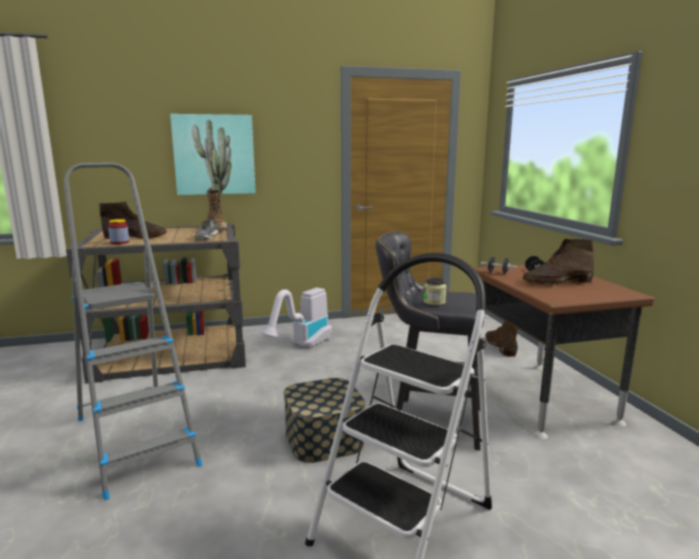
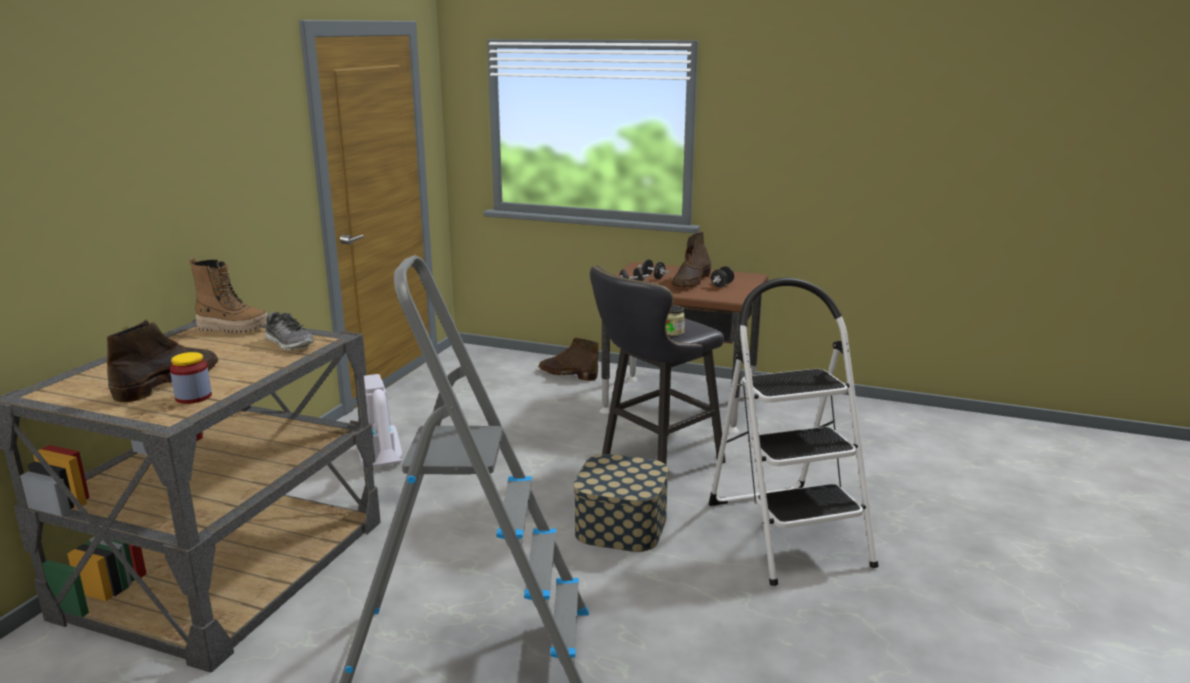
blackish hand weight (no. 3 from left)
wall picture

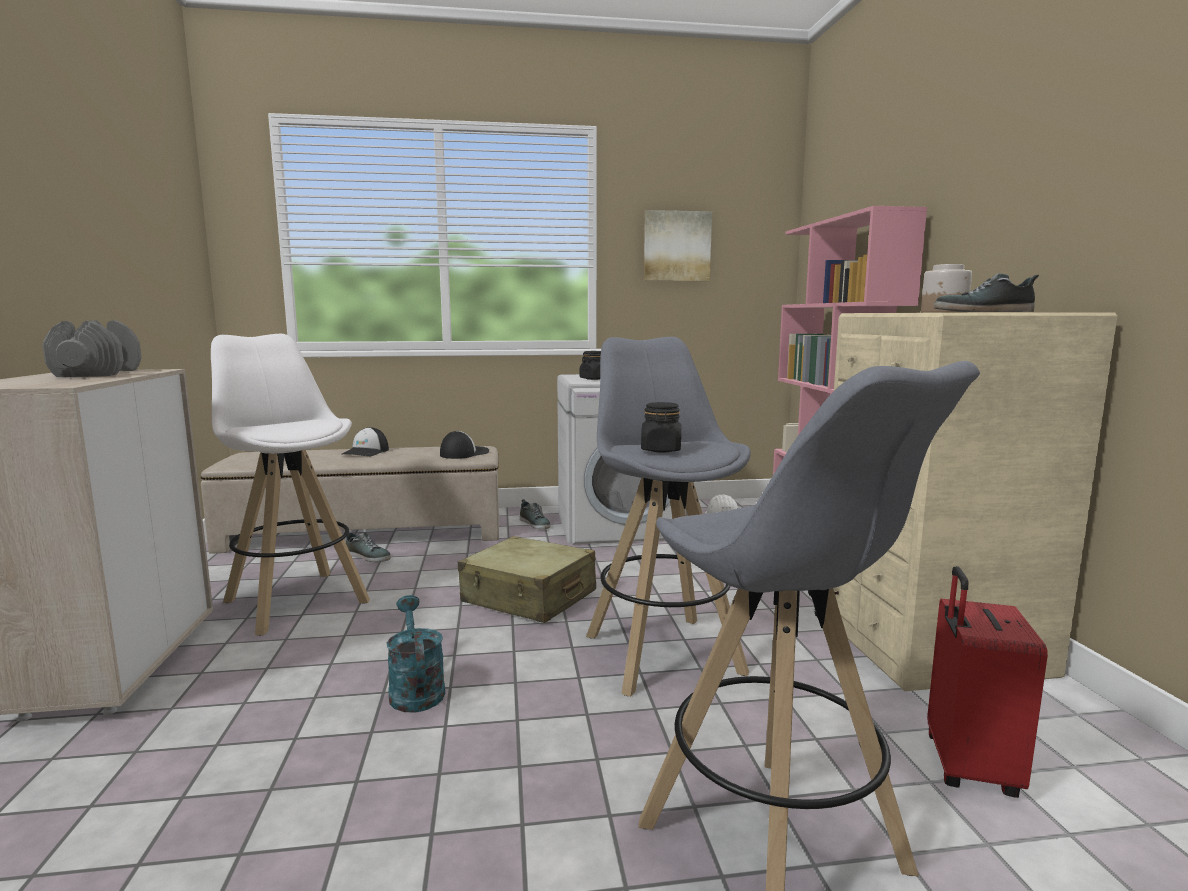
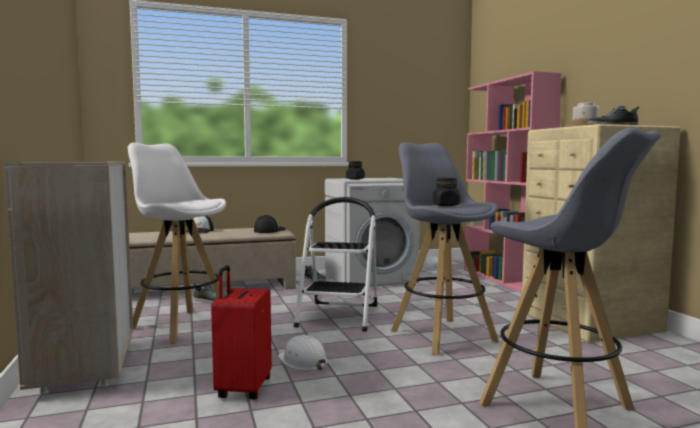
reddish piece of luggage
white hard hat (no. 1 from left)
step ladder
grey hand weight
wall picture

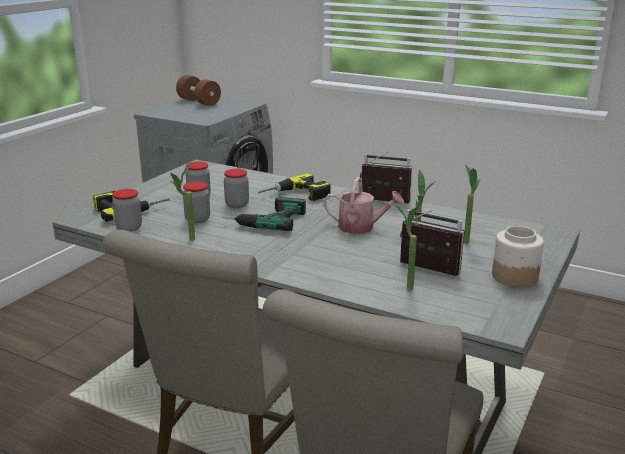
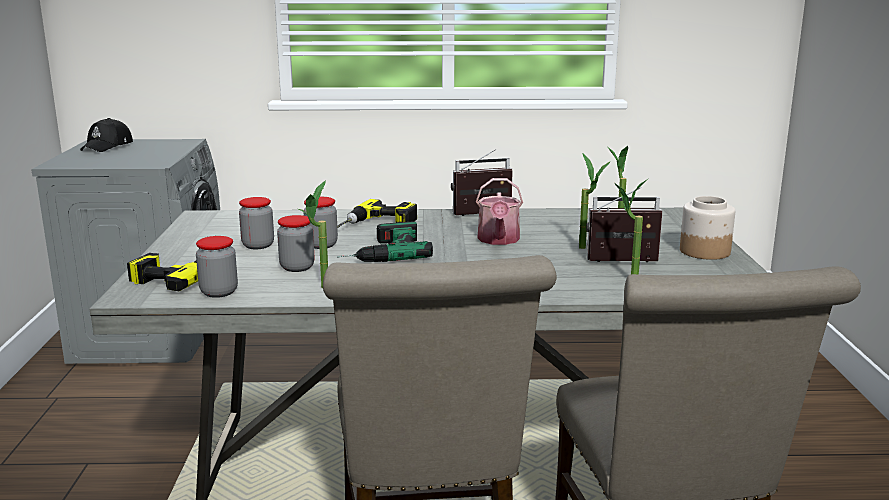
blackish baseball cap
watering can

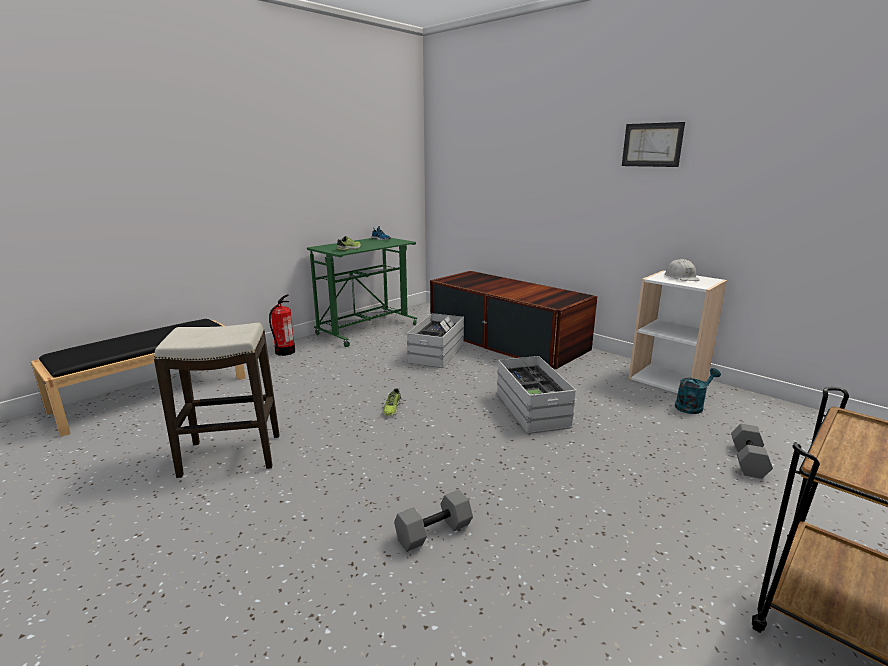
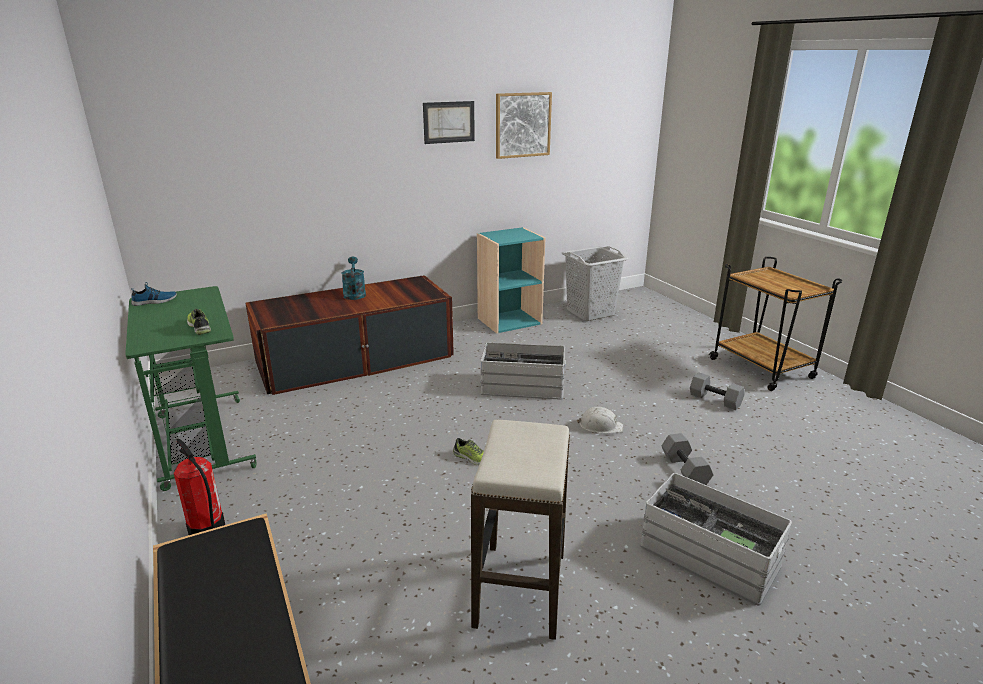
blue-green watering can
blue-green shelving unit
wall picture (no. 2 from left)
grey hamper
white hard hat
grey storage container (no. 2 from left)
grey hand weight (no. 2 from left)

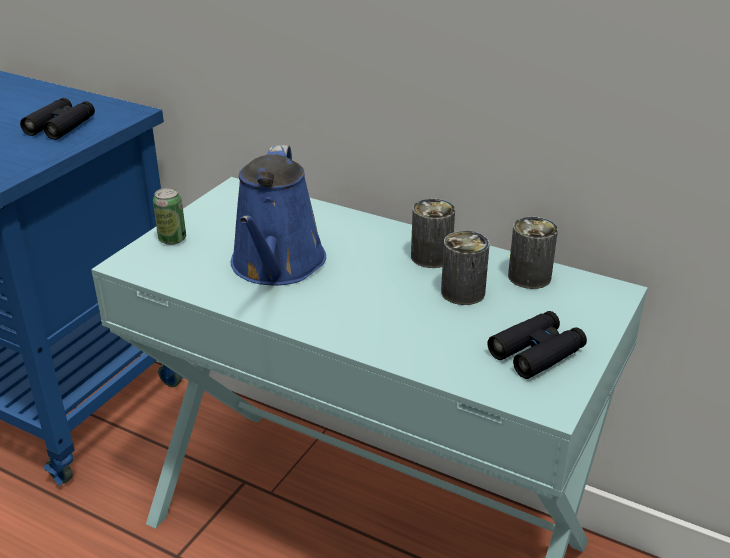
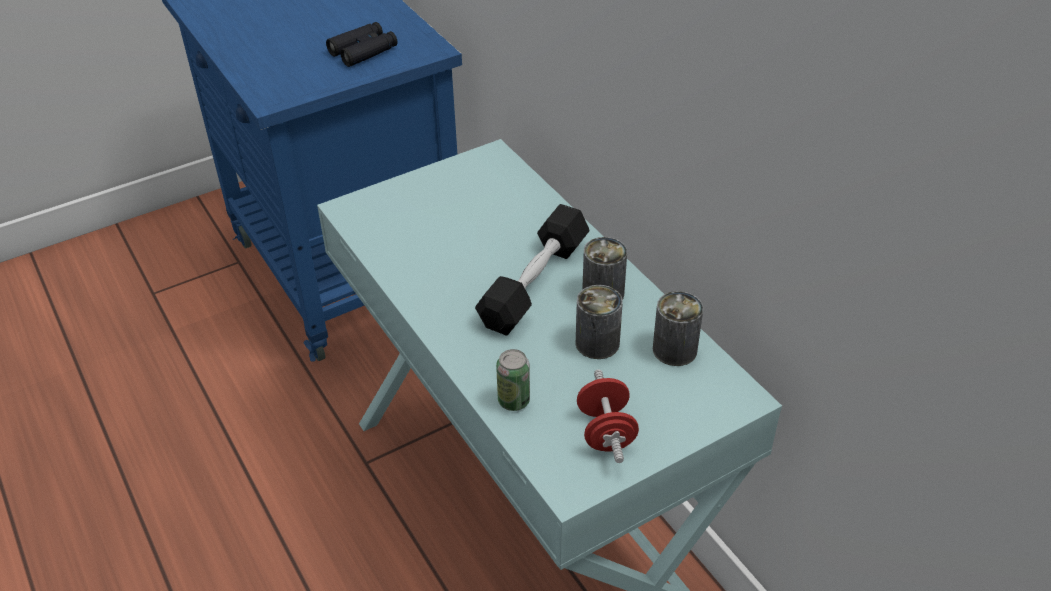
blackish hand weight
sealed can (no. 1 from left)
reddish hand weight
blue-coloured watering can

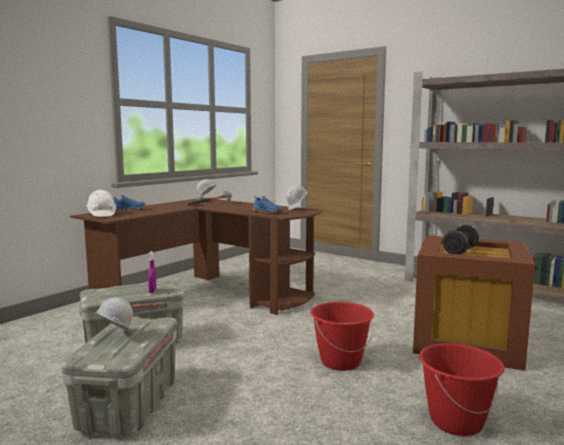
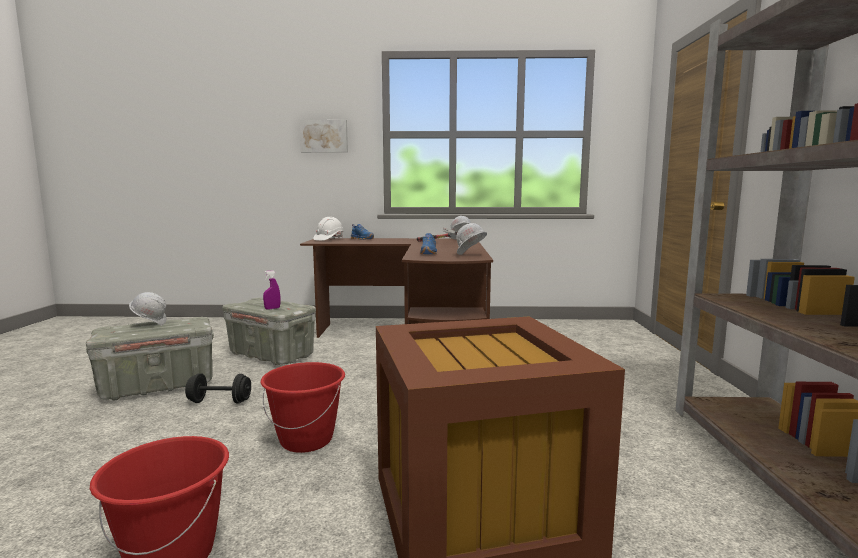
blackish hand weight
wall picture

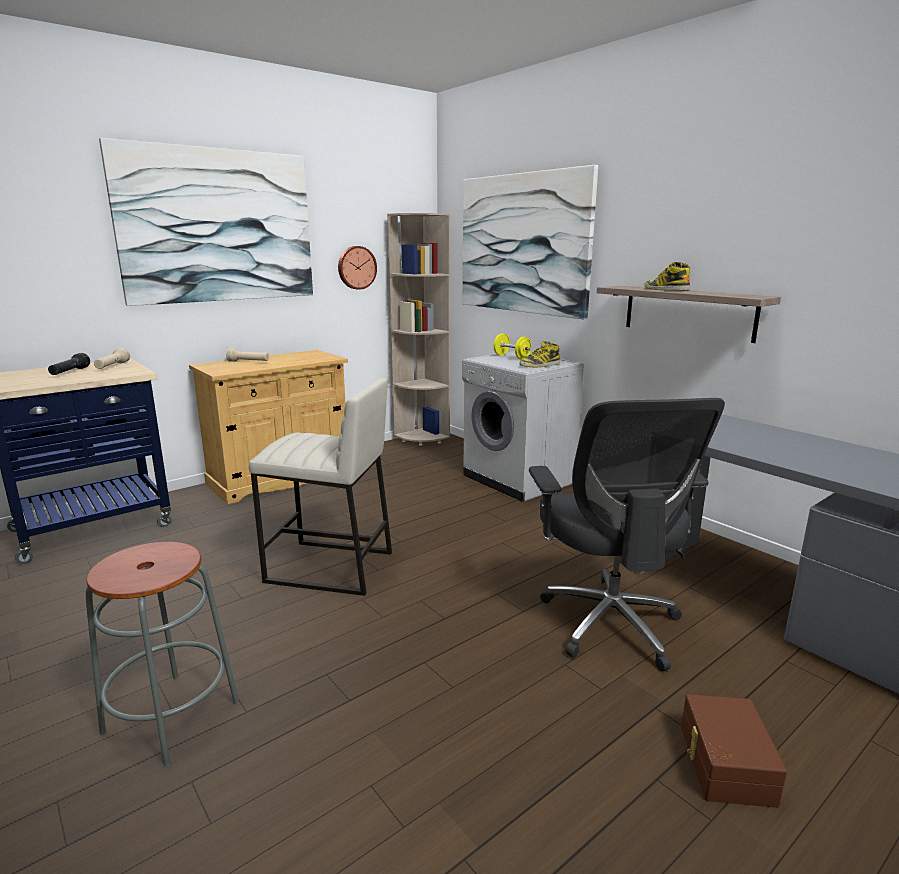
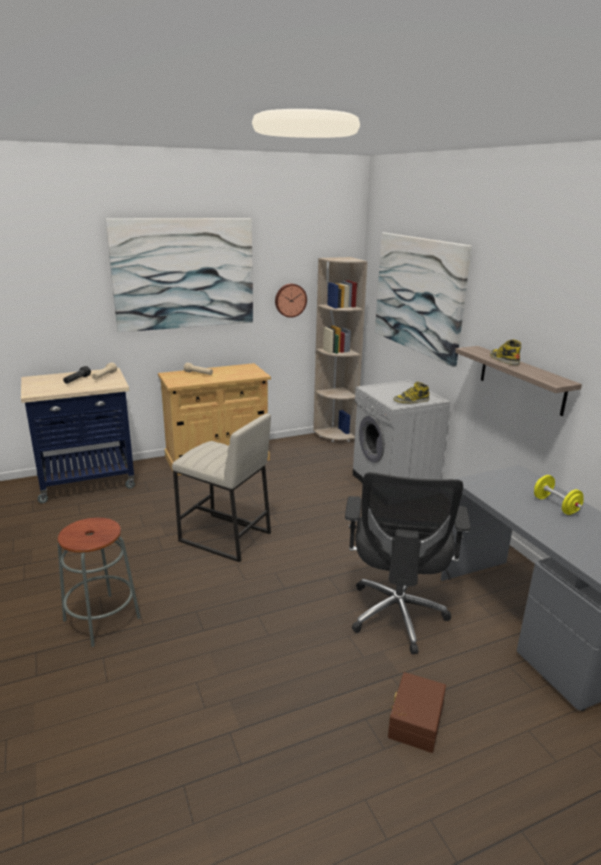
yellow hand weight

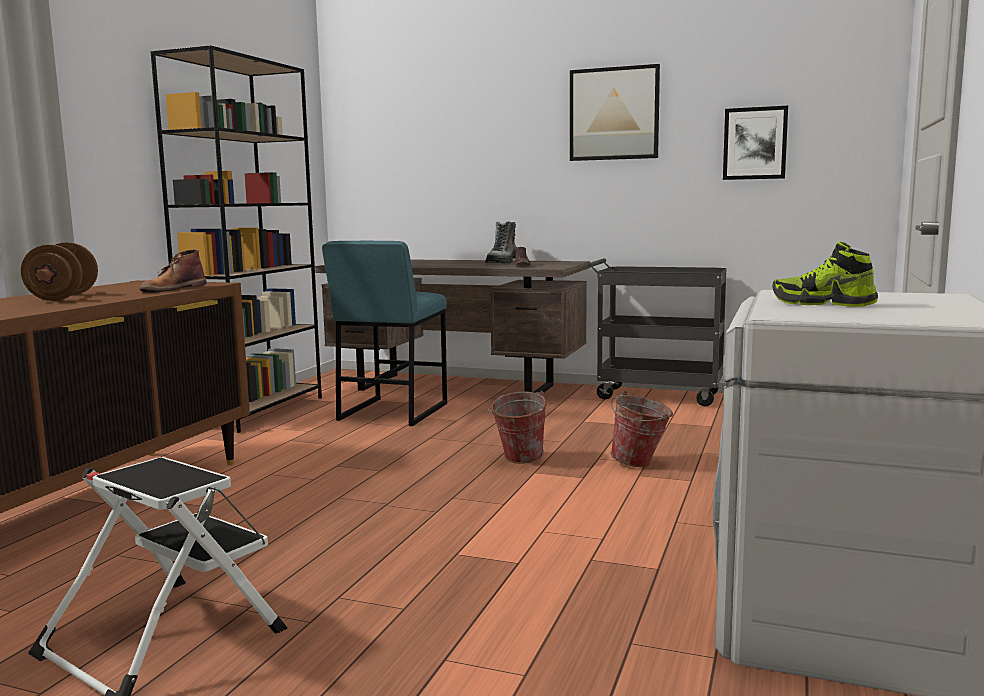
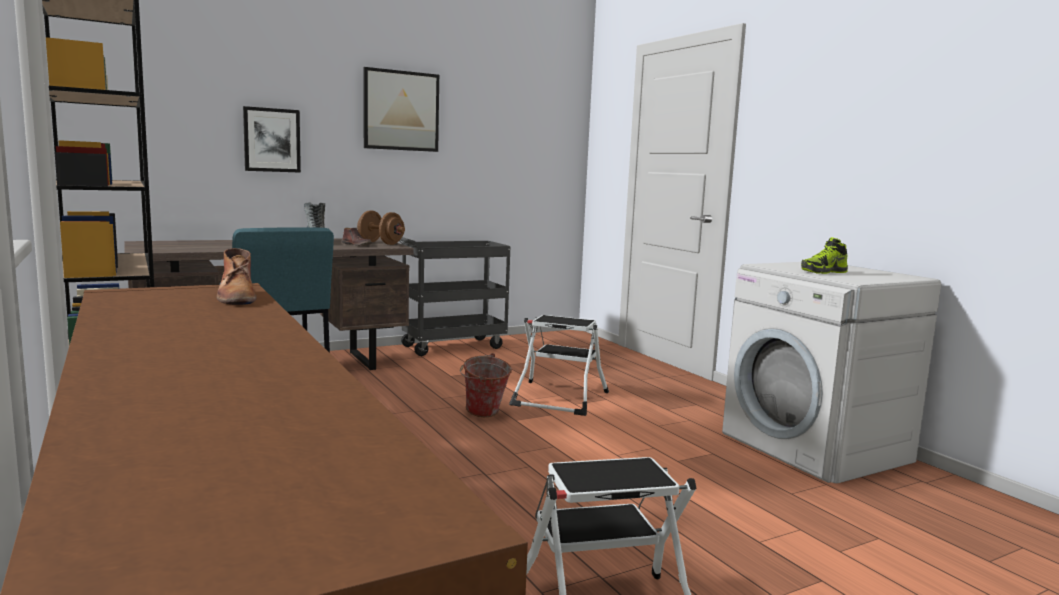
wall picture (no. 1 from left)
brown hand weight
step ladder (no. 1 from left)

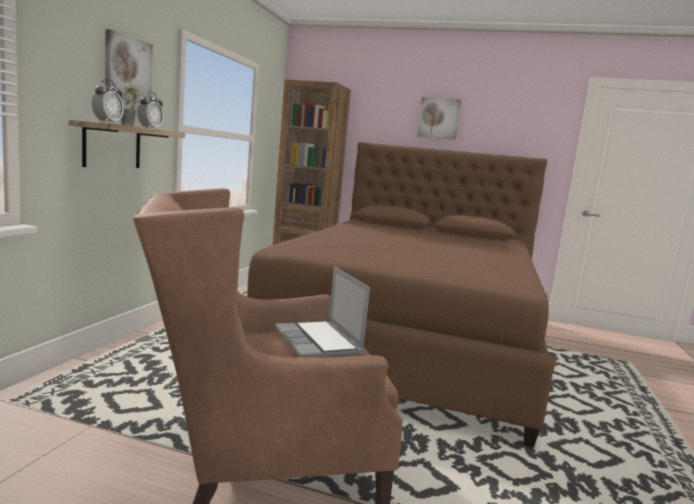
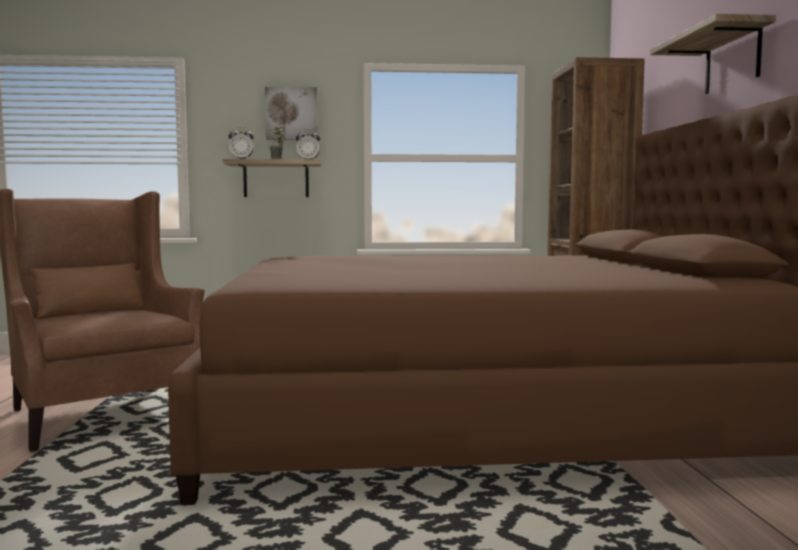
wall shelf (no. 2 from left)
laptop

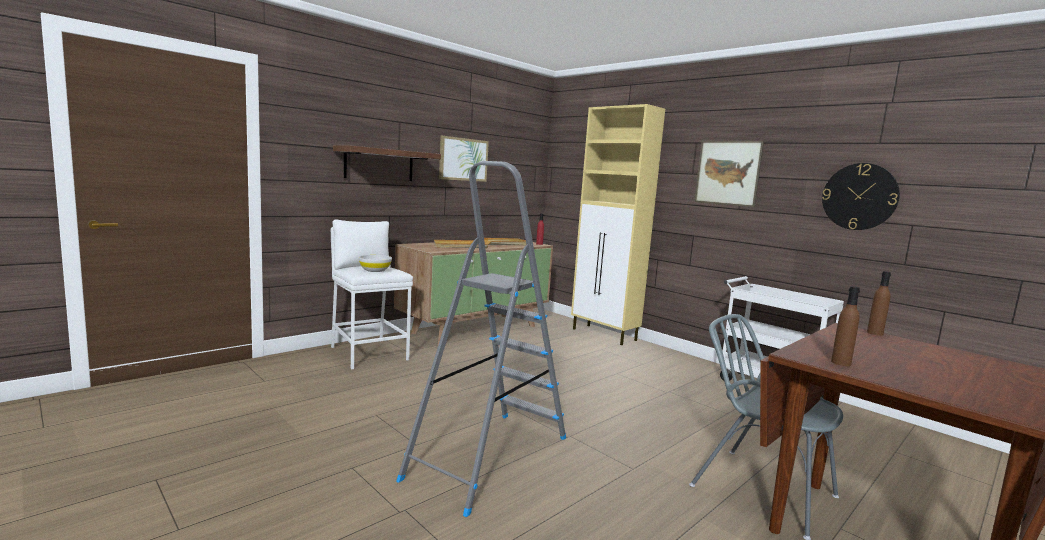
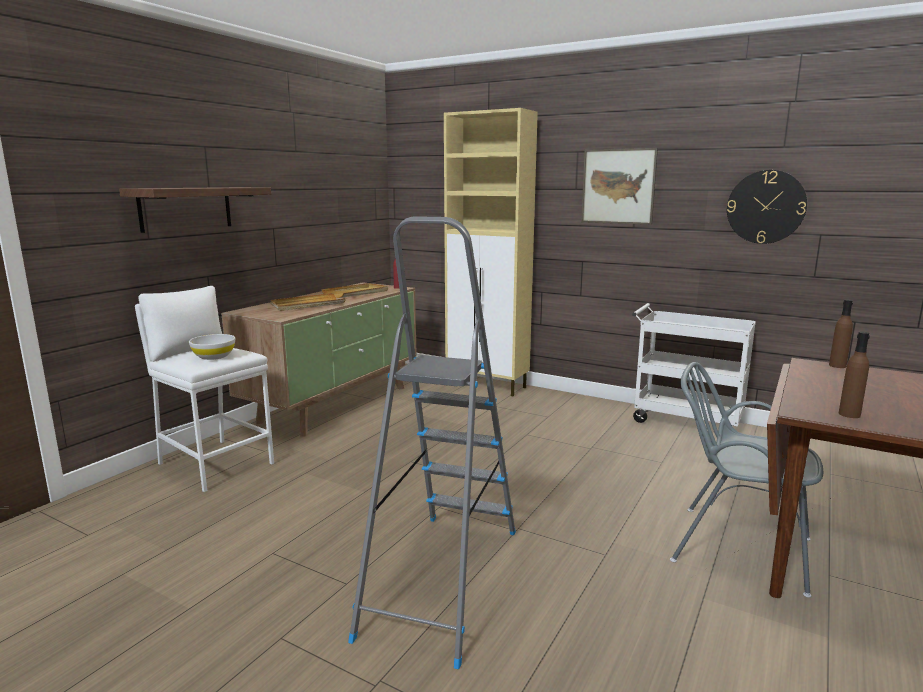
wall picture (no. 1 from left in the first image)

